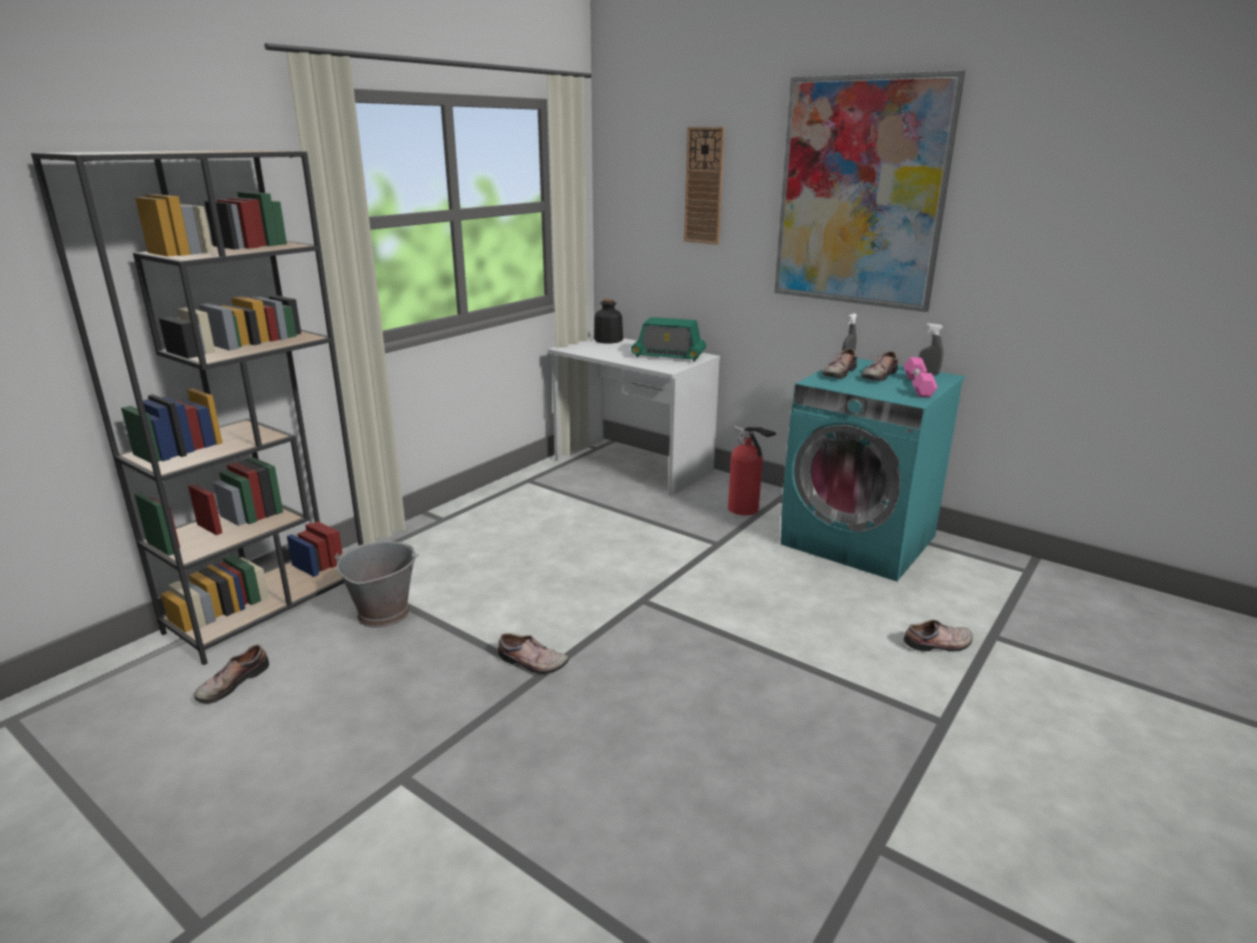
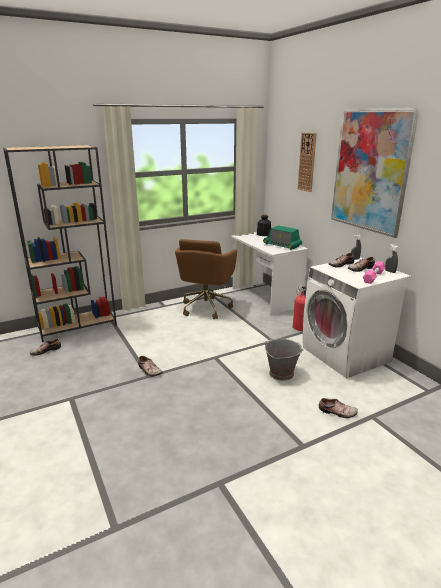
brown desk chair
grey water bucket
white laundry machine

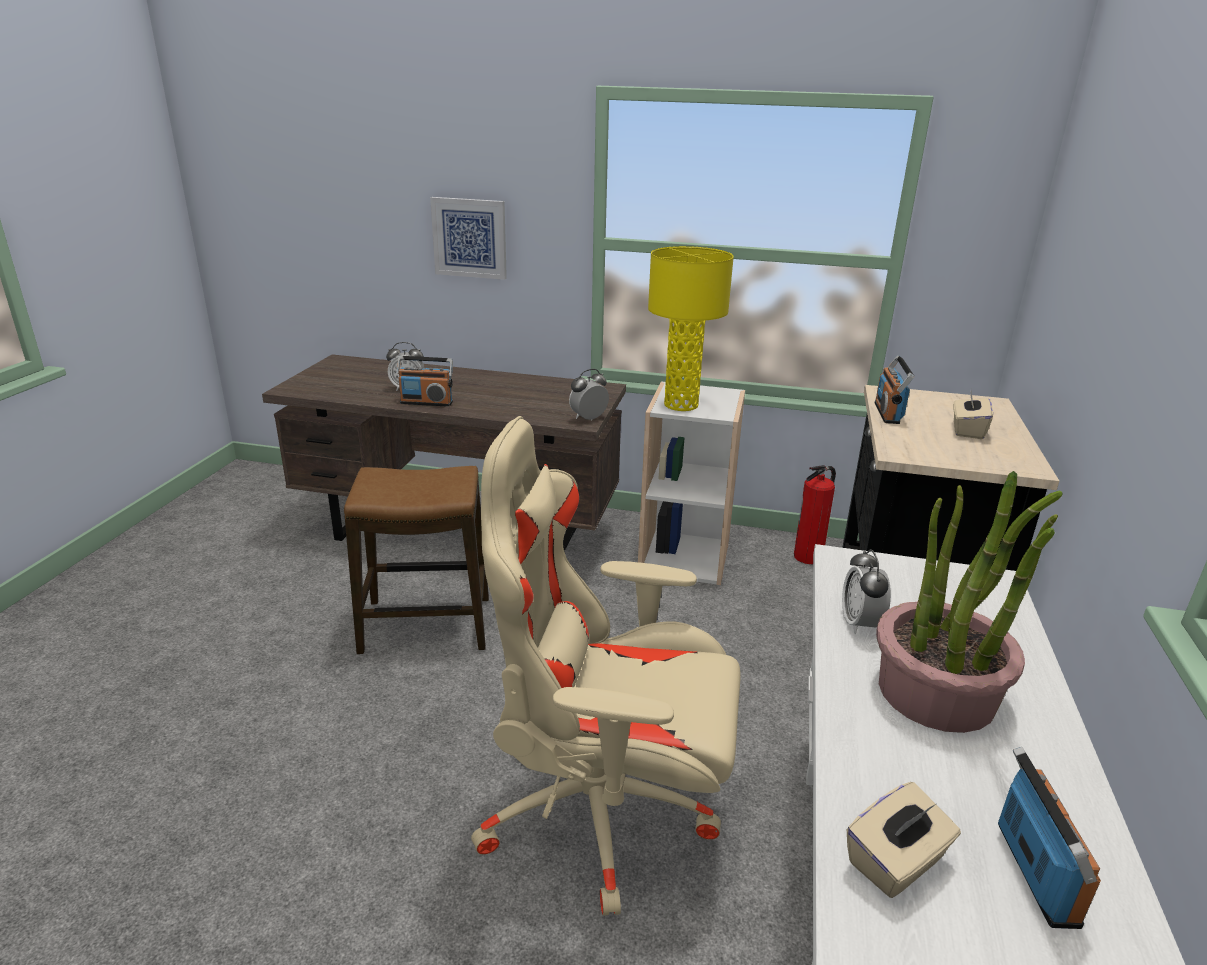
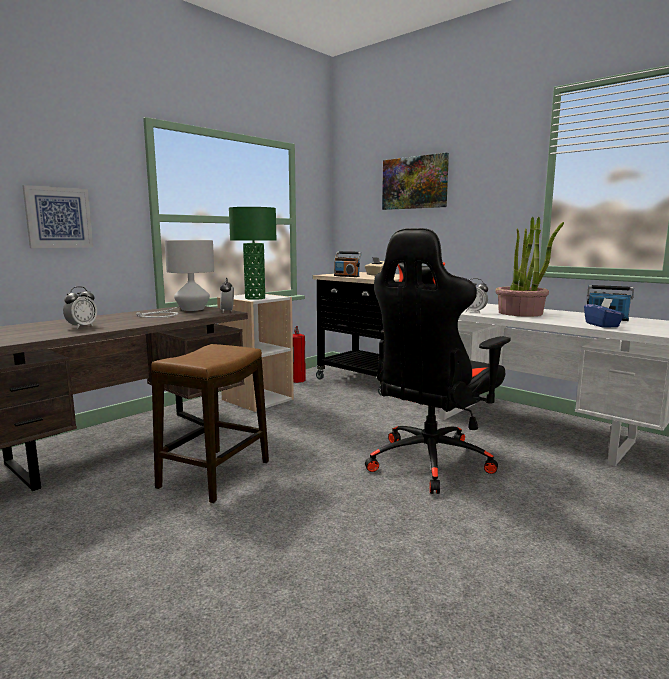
white tabletop lamp
green tabletop lamp
blackish desk chair
wall picture (no. 2 from left)
blue-coloured box of tissues
radio set (no. 1 from left in the first image)

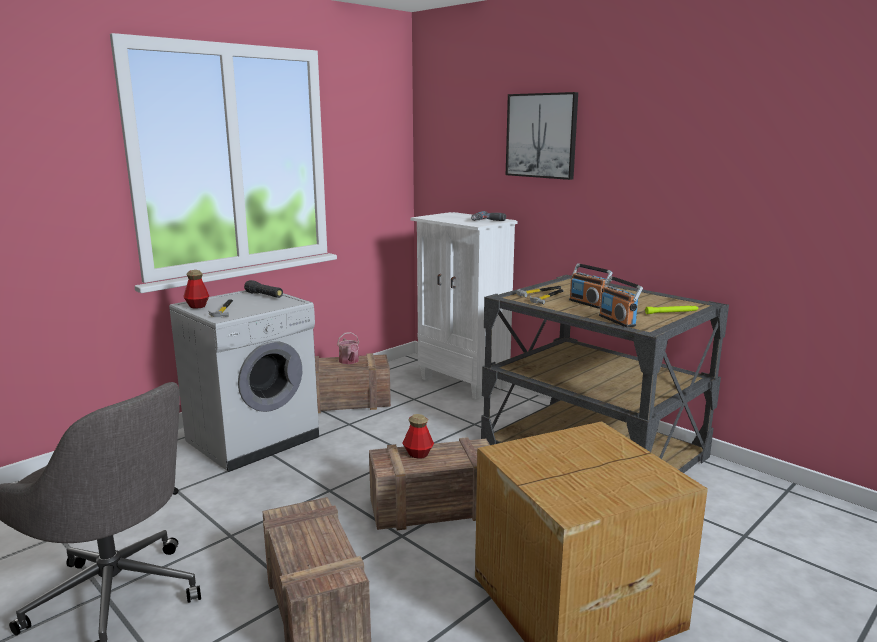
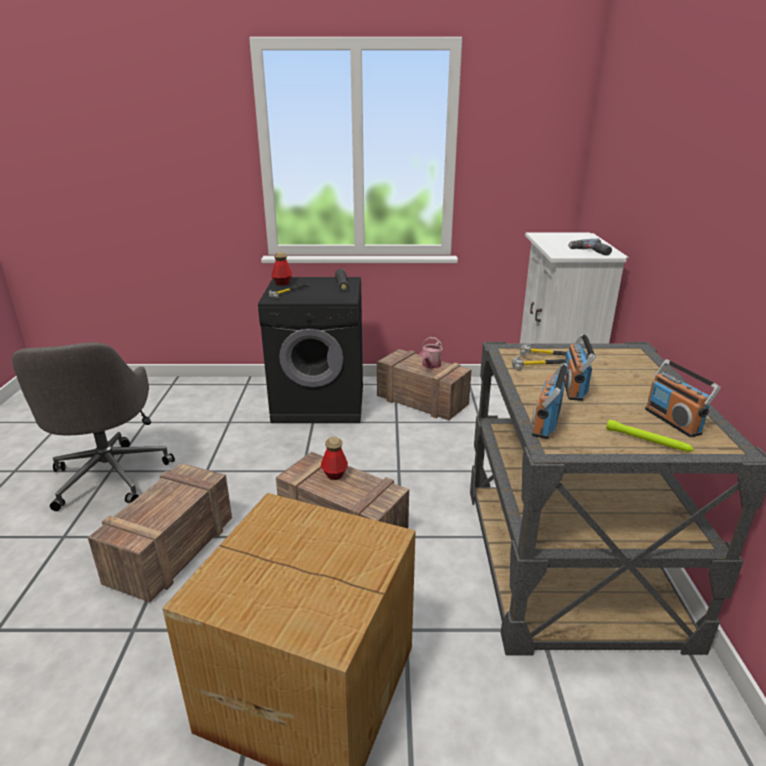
blackish laundry machine
radio set (no. 3 from left)
wall picture

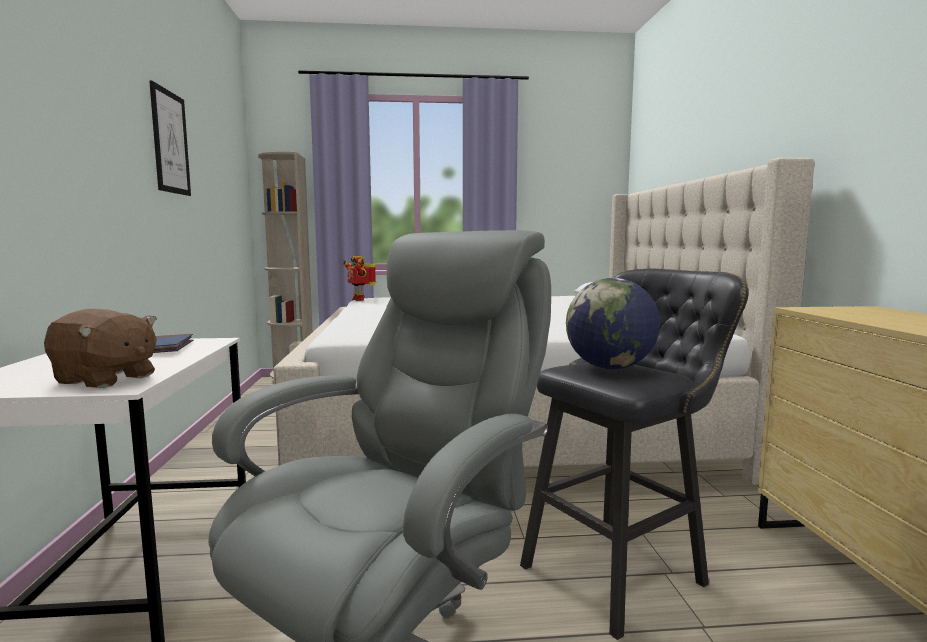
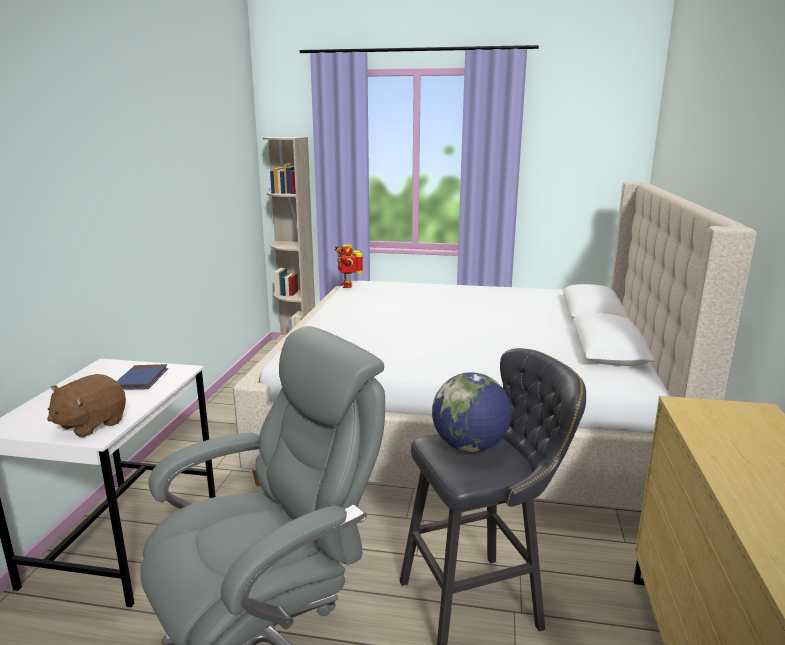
brown soft toy
wall picture

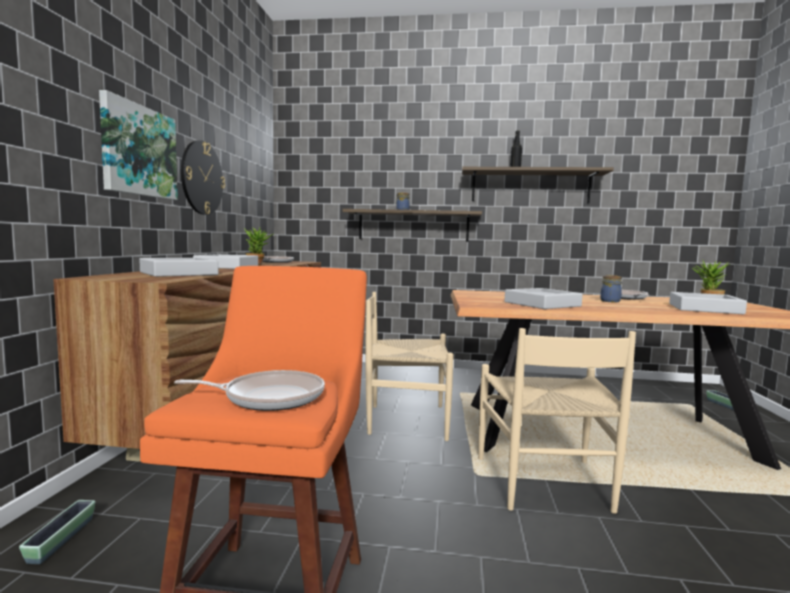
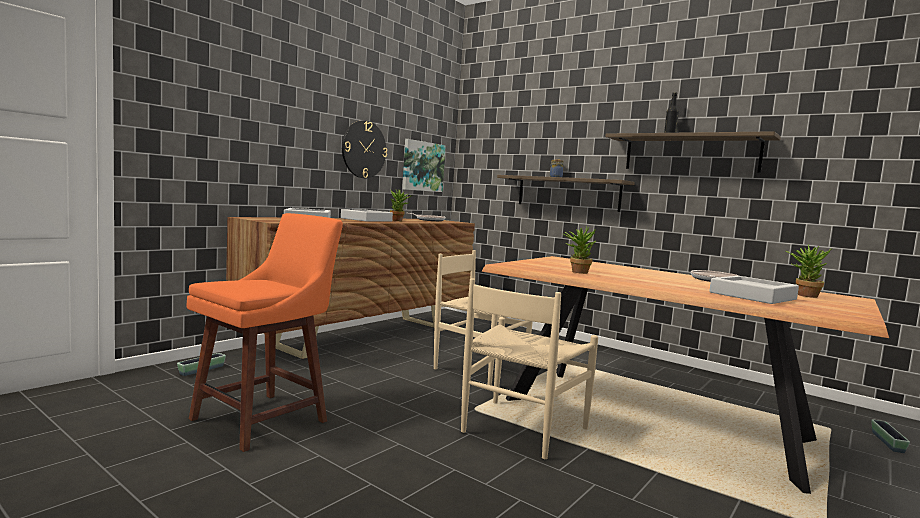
wall picture
houseplant (no. 2 from left)
frying pan (no. 1 from left in the first image)
storage jar (no. 2 from left in the first image)

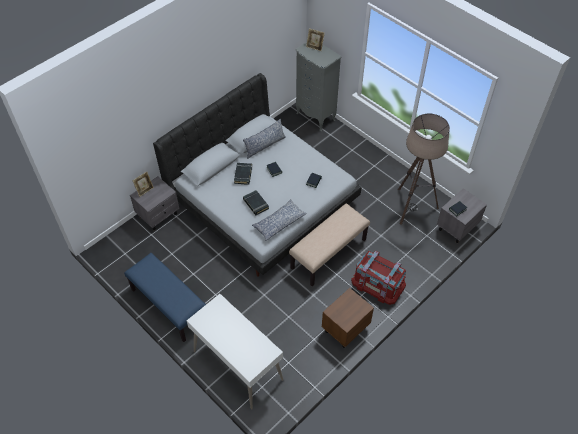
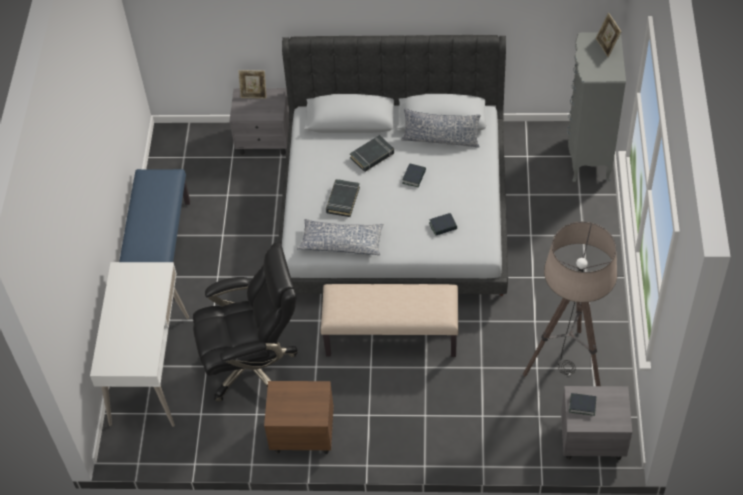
blackish desk chair
reddish storage container

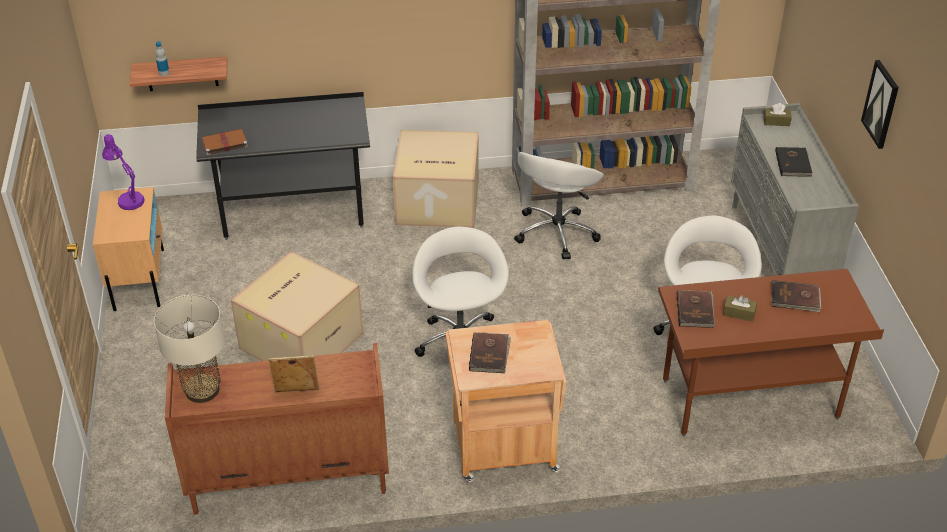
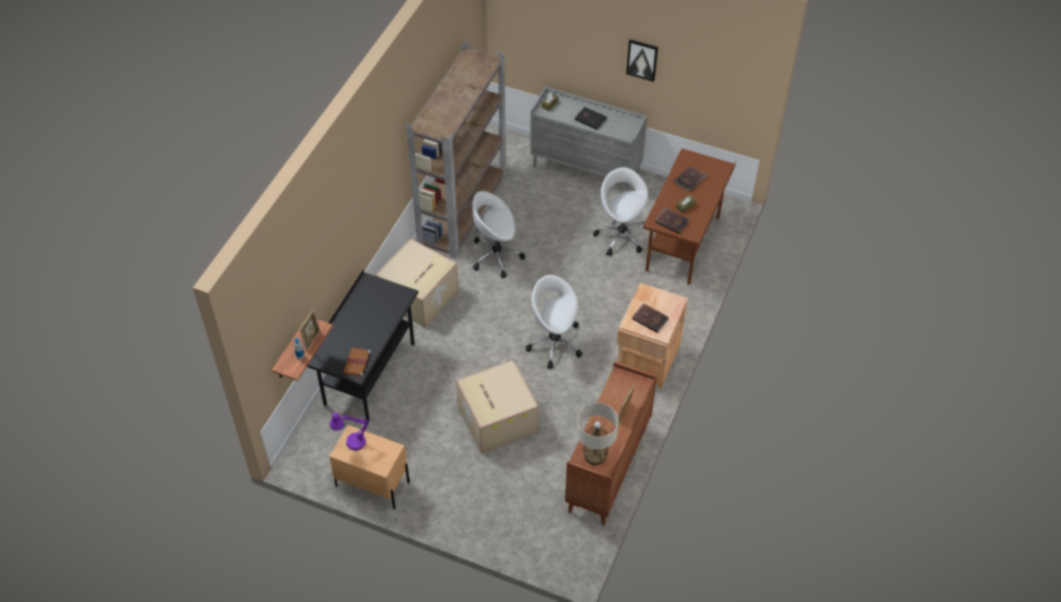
picture frame (no. 1 from left)
white desk chair (no. 1 from left)

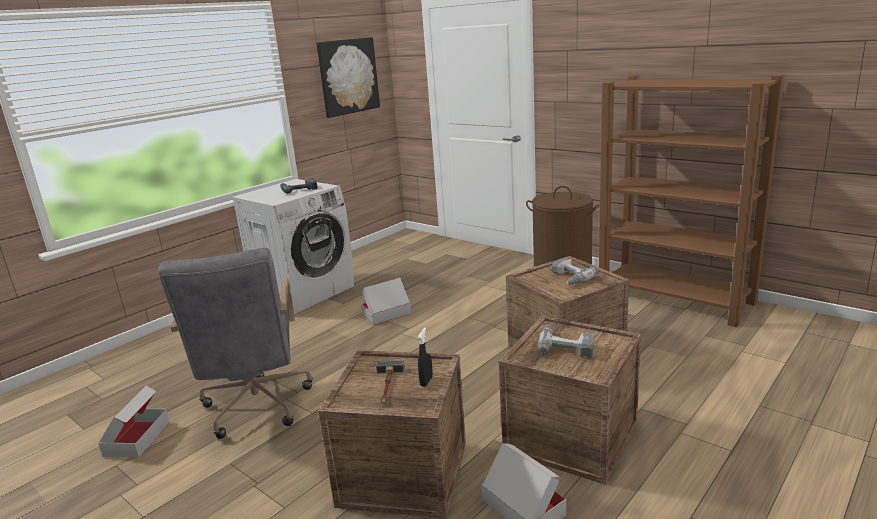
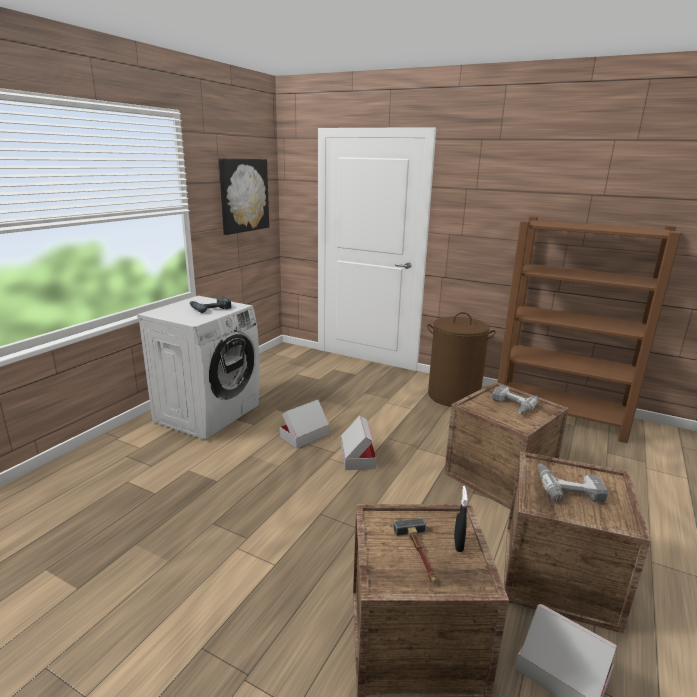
packing box (no. 2 from left)
grey desk chair

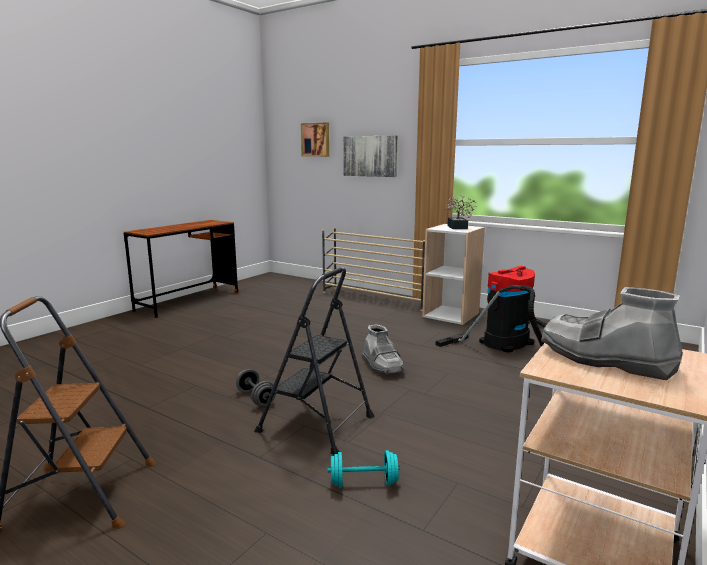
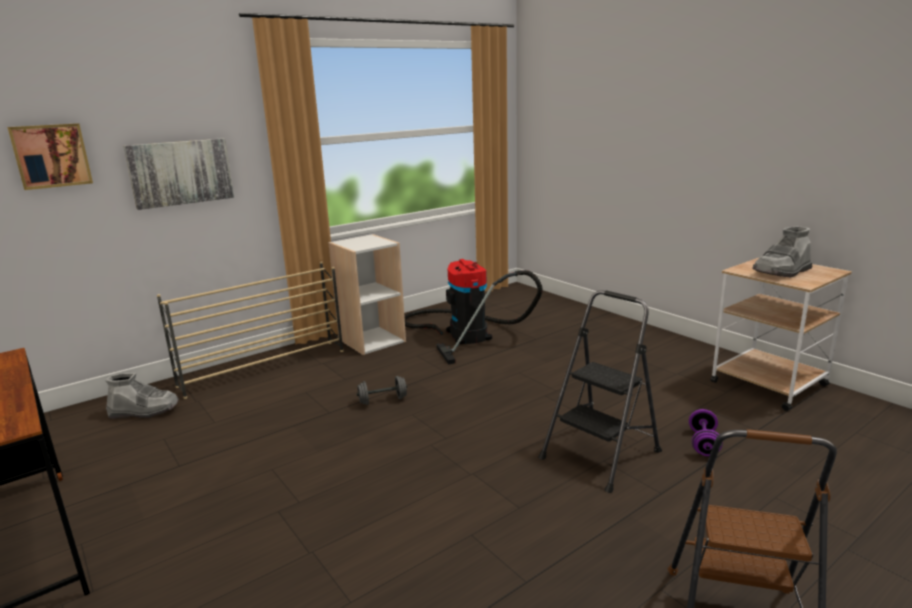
grey high-top boot (no. 1 from left)
grey hand weight
purple hand weight
houseplant

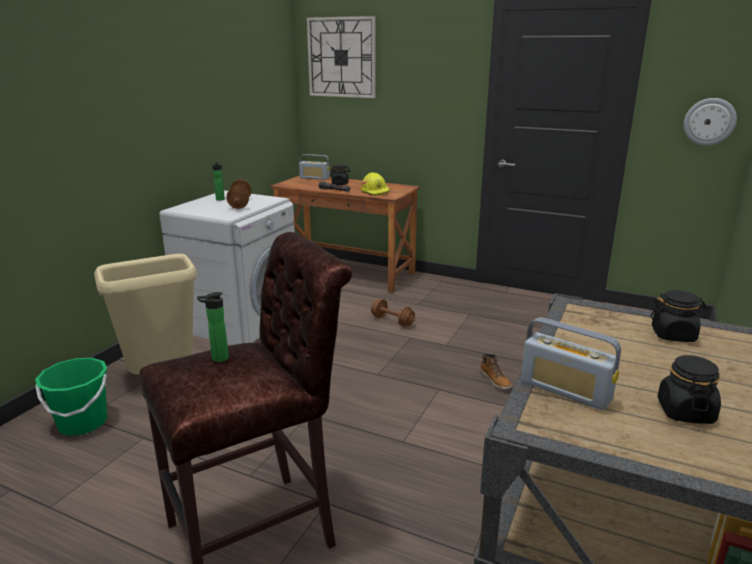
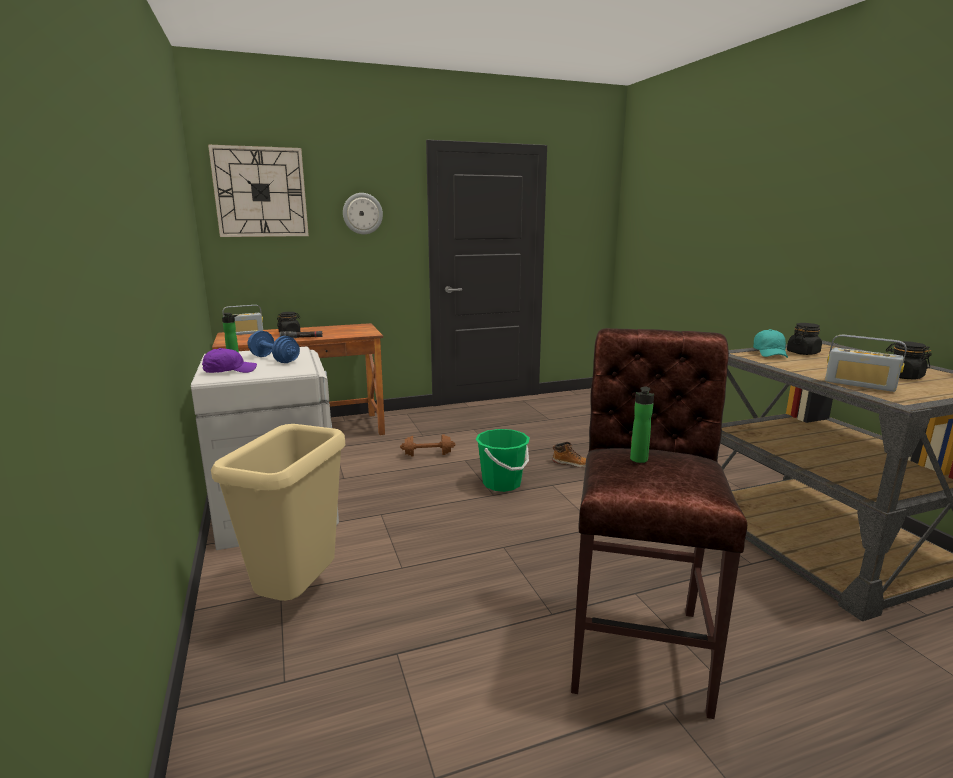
purple baseball cap
blue-coloured hand weight
hanging clock (no. 2 from left)
green water bucket
blue-green baseball cap
radio set (no. 2 from left)
yellow hard hat

